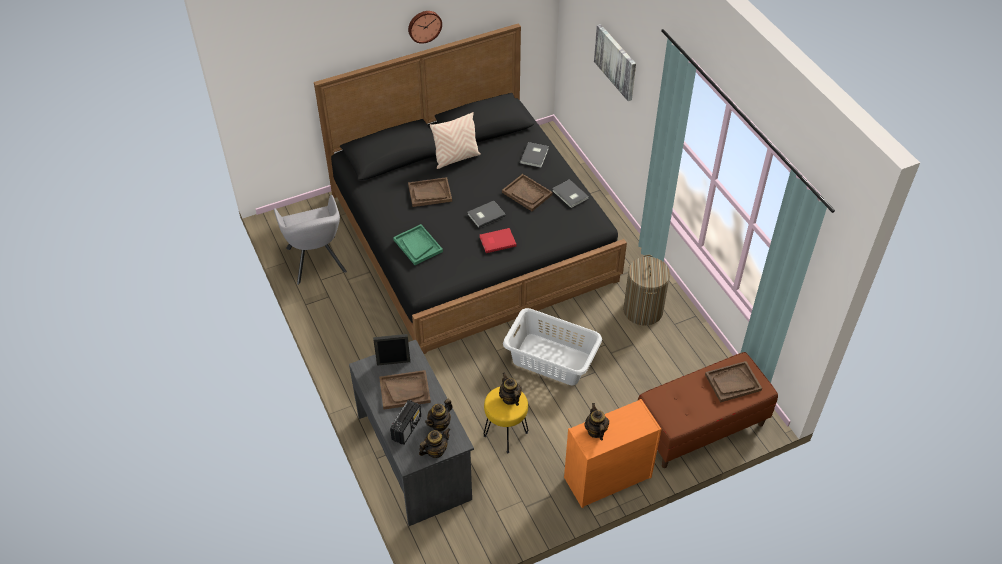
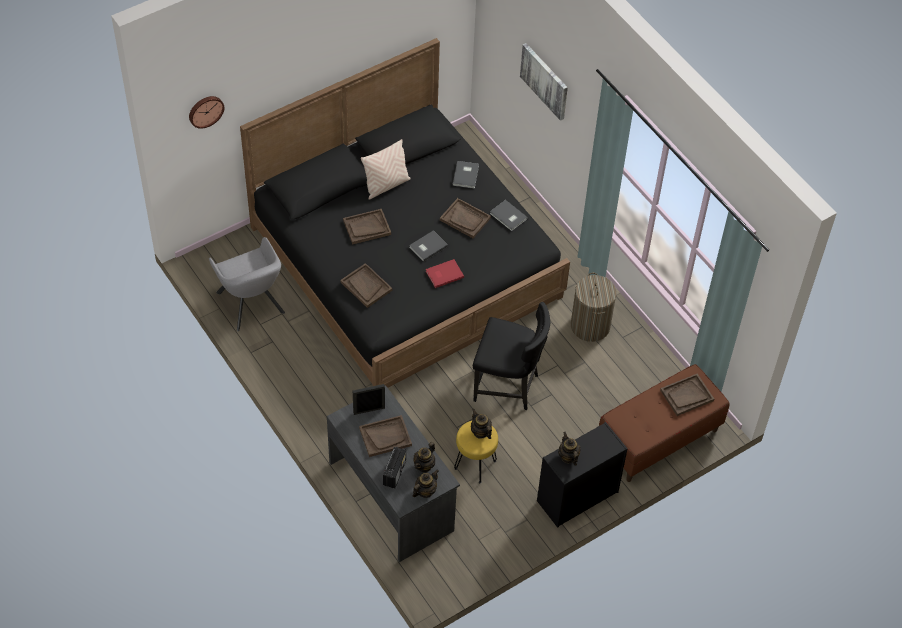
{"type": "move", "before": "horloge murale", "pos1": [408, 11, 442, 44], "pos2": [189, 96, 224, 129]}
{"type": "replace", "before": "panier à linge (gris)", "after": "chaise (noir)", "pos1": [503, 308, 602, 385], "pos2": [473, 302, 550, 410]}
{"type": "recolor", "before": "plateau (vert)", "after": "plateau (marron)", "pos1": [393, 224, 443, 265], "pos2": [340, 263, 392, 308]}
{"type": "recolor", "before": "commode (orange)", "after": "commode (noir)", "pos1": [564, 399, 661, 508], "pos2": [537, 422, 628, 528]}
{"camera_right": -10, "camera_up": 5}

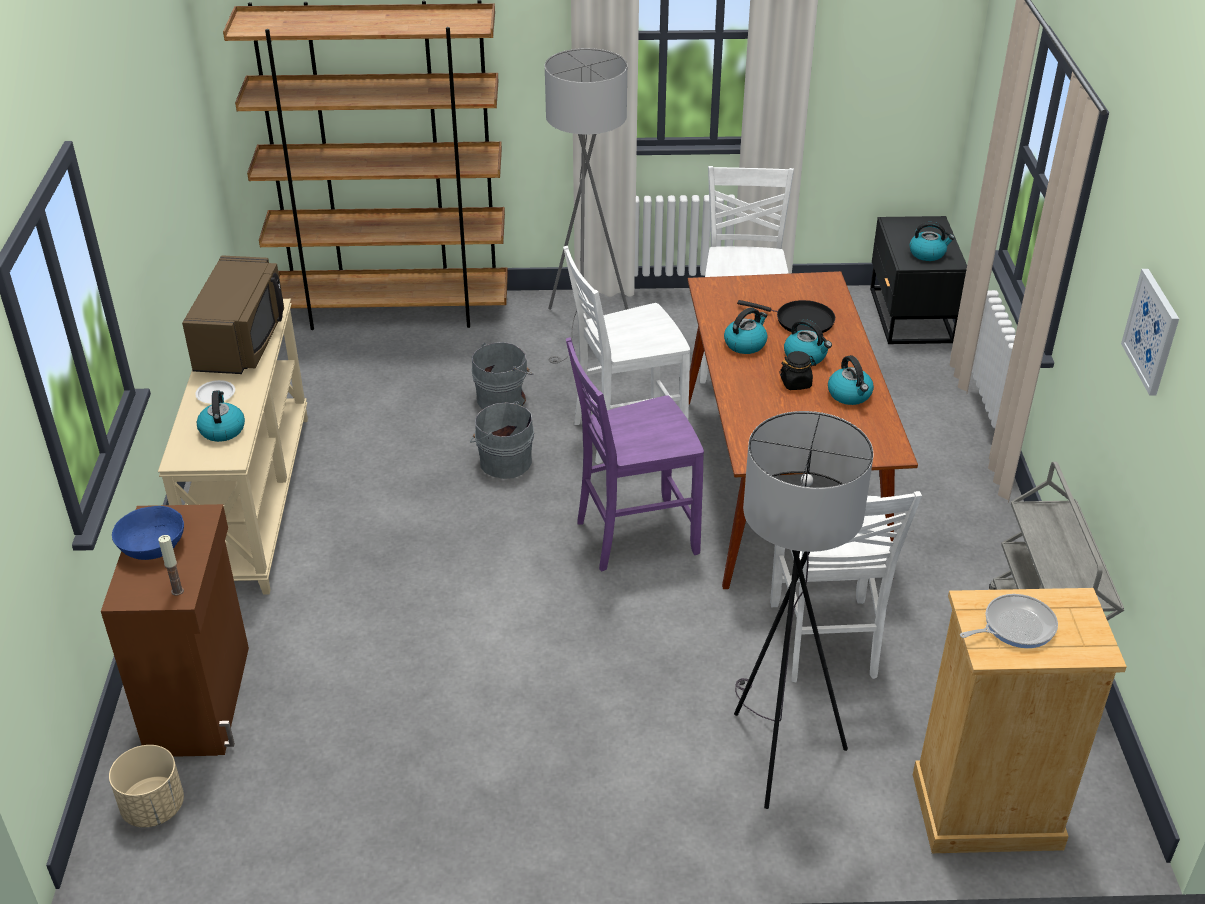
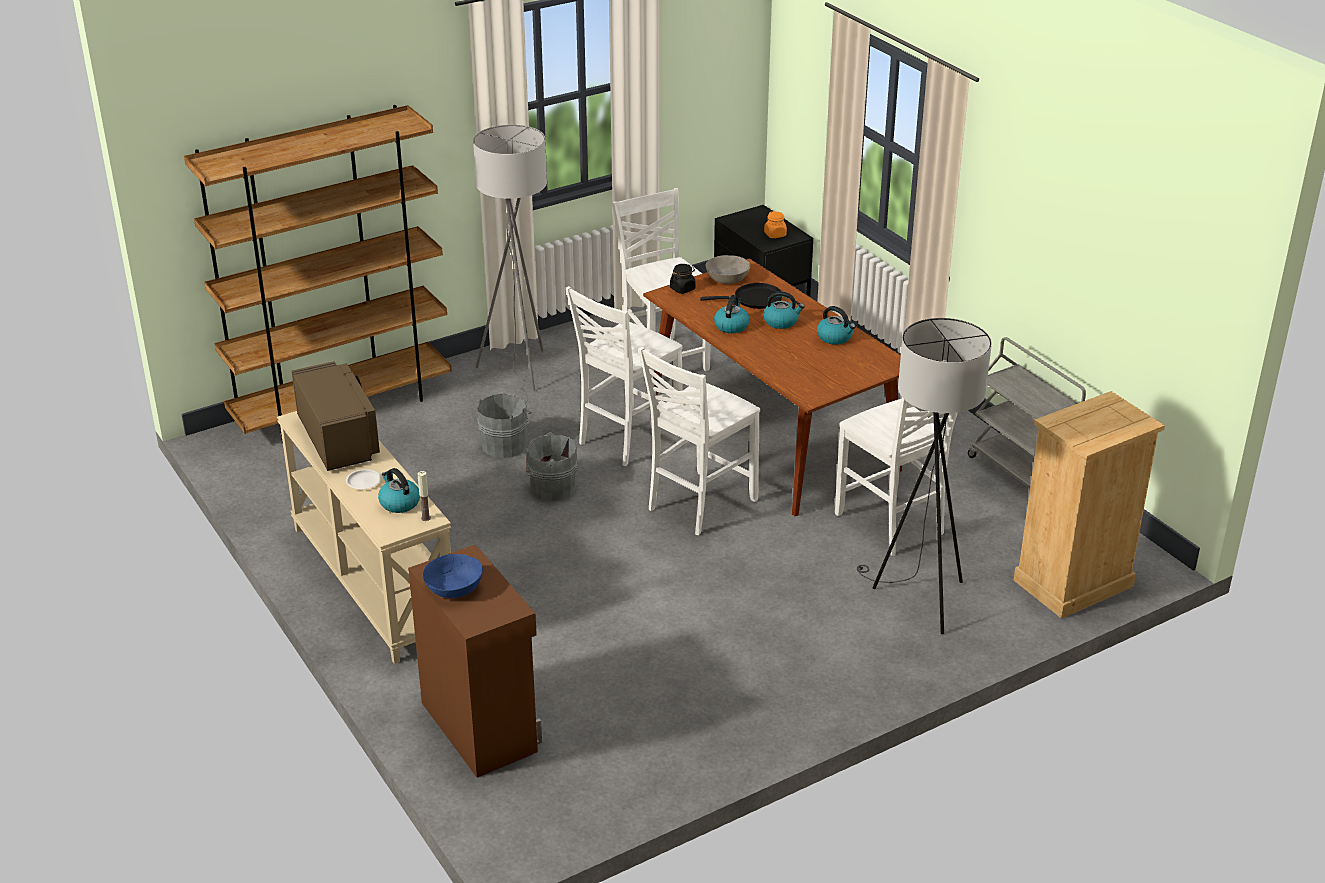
{"type": "delete", "before": "cache-pot (beige)", "pos1": [109, 745, 184, 827]}
{"type": "delete", "before": "poêle", "pos1": [960, 594, 1058, 648]}
{"type": "delete", "before": "tableau", "pos1": [1121, 269, 1179, 396]}
{"type": "insert", "after": "bol (gris)", "pos2": [706, 255, 750, 284]}
{"type": "move", "before": "bougie", "pos1": [158, 535, 184, 596], "pos2": [417, 471, 431, 521]}
{"type": "move", "before": "bocal (noir)", "pos1": [779, 351, 816, 390], "pos2": [670, 264, 696, 294]}
{"type": "replace", "before": "bouilloire", "after": "bocal (orange)", "pos1": [909, 222, 955, 261], "pos2": [764, 211, 787, 238]}
{"type": "recolor", "before": "chaise (violet)", "after": "chaise (blanc)", "pos1": [566, 337, 704, 571], "pos2": [639, 347, 760, 535]}
{"camera_right": -30, "camera_up": -5}

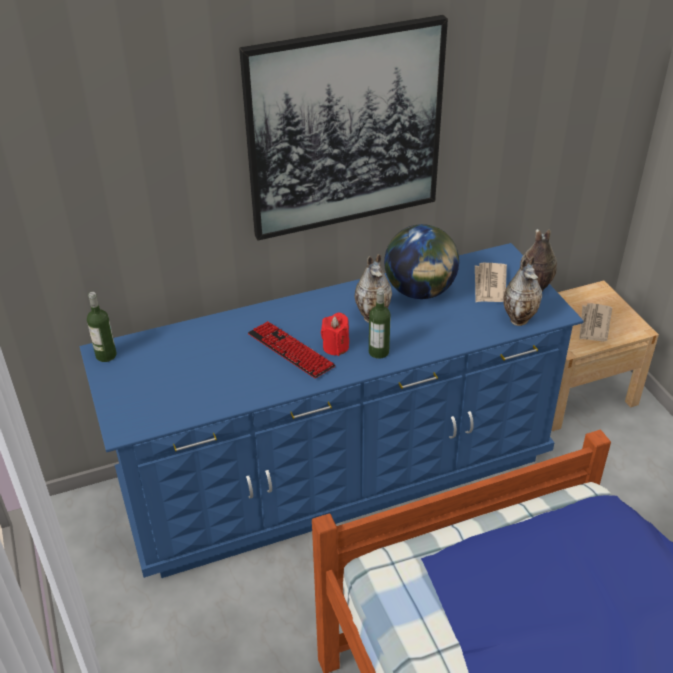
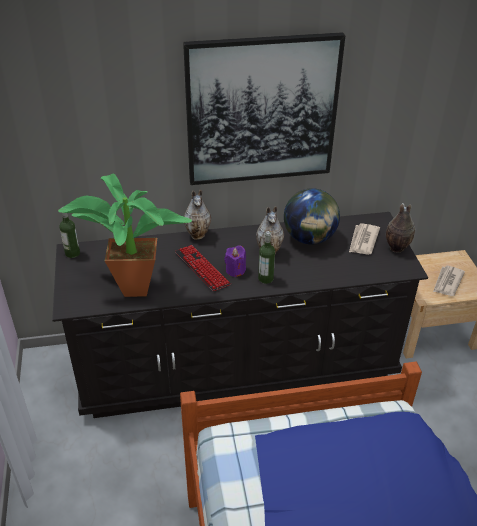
{"type": "insert", "after": "plante en pot", "pos2": [58, 174, 192, 297]}
{"type": "move", "before": "vase", "pos1": [503, 256, 542, 326], "pos2": [184, 190, 211, 240]}
{"type": "recolor", "before": "commode (bleu)", "after": "commode (noir)", "pos1": [79, 243, 584, 578], "pos2": [52, 212, 428, 418]}
{"type": "recolor", "before": "bougie (rouge)", "after": "bougie (violet)", "pos1": [321, 313, 349, 356], "pos2": [224, 245, 246, 277]}
{"camera_right": 10, "camera_up": 0}

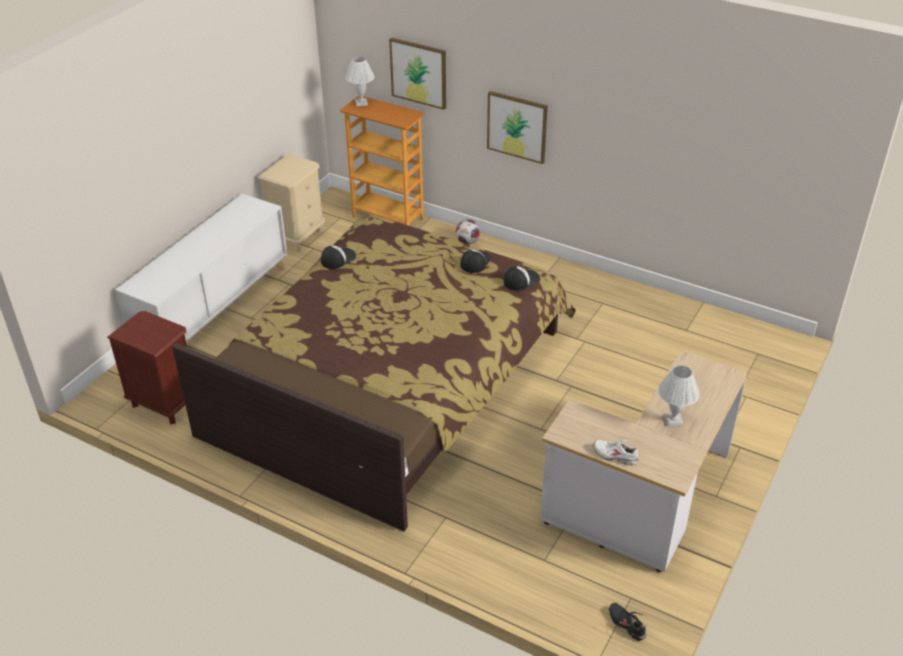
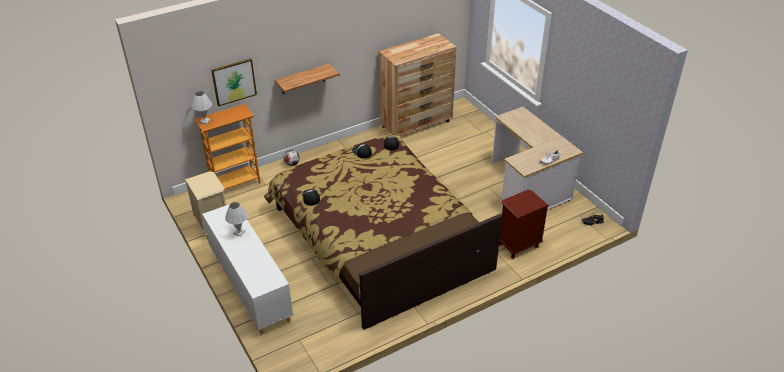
{"type": "insert", "after": "commode (marron)", "pos2": [379, 33, 457, 136]}
{"type": "move", "before": "table de chevet (marron)", "pos1": [107, 311, 187, 424], "pos2": [499, 190, 549, 258]}
{"type": "move", "before": "lampe de table (blanc)", "pos1": [658, 366, 700, 427], "pos2": [225, 202, 248, 237]}
{"type": "replace", "before": "tableau", "after": "étagère", "pos1": [487, 91, 548, 164], "pos2": [275, 64, 340, 94]}
{"camera_right": -60, "camera_up": 0}

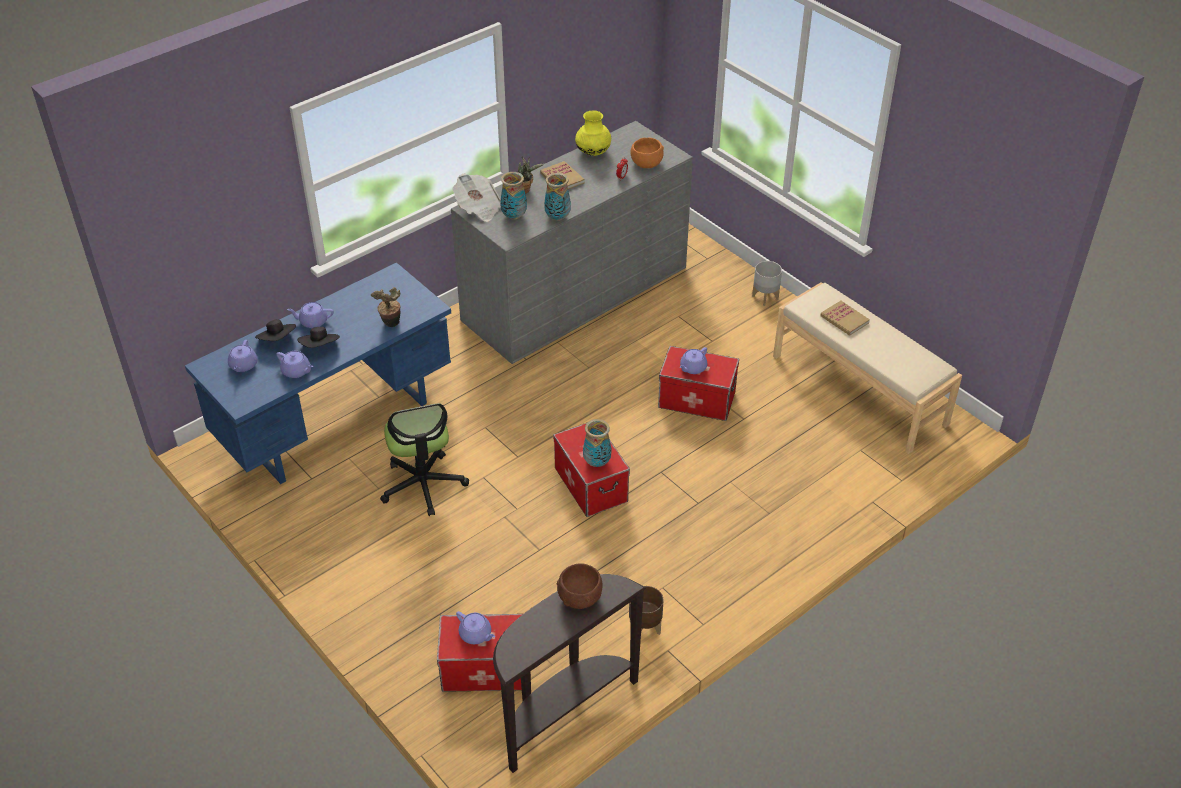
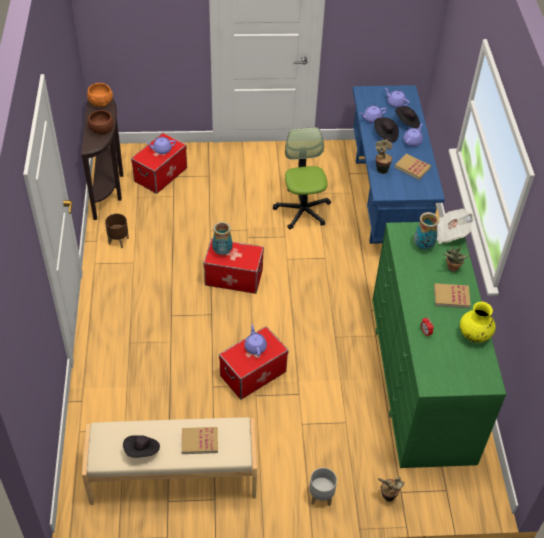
{"type": "delete", "before": "vase", "pos1": [544, 173, 571, 221]}
{"type": "insert", "after": "chapeau (noir)", "pos2": [123, 435, 160, 458]}
{"type": "insert", "after": "plante en pot", "pos2": [378, 476, 404, 502]}
{"type": "insert", "after": "livre", "pos2": [394, 153, 431, 180]}
{"type": "move", "before": "bol (orange)", "pos1": [631, 138, 664, 168], "pos2": [87, 83, 113, 107]}
{"type": "recolor", "before": "commode (gris)", "after": "commode (vert)", "pos1": [451, 121, 693, 364], "pos2": [372, 222, 506, 468]}
{"type": "rotate", "before": "chaise de bureau", "pos1": [380, 403, 469, 516], "pos2": [273, 127, 331, 229], "turn": 60}
{"camera_right": 125, "camera_up": 5}

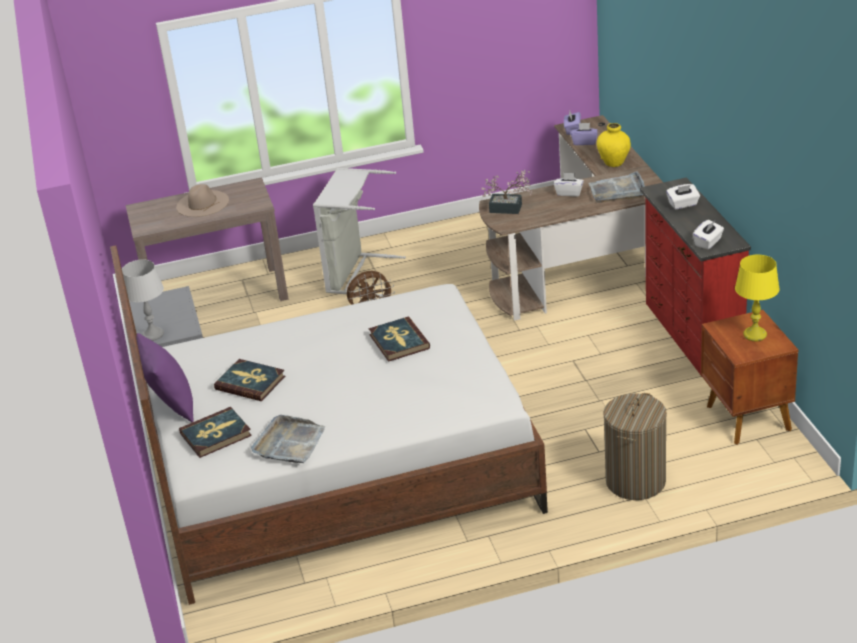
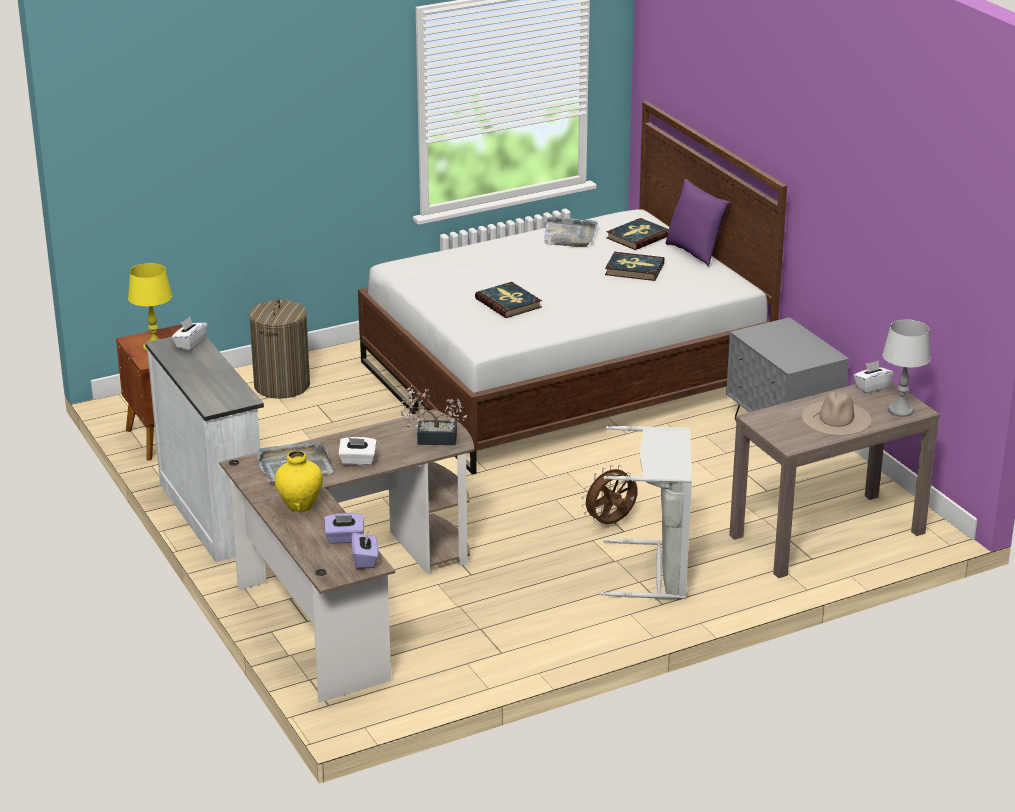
{"type": "move", "before": "lampe de table (gris)", "pos1": [122, 259, 164, 341], "pos2": [882, 320, 931, 417]}
{"type": "move", "before": "boîte à mouchoirs (blanc)", "pos1": [666, 184, 700, 209], "pos2": [854, 361, 894, 393]}
{"type": "recolor", "before": "commode (rouge)", "after": "commode (blanc)", "pos1": [640, 178, 751, 377], "pos2": [145, 337, 264, 562]}
{"camera_right": 165, "camera_up": -5}

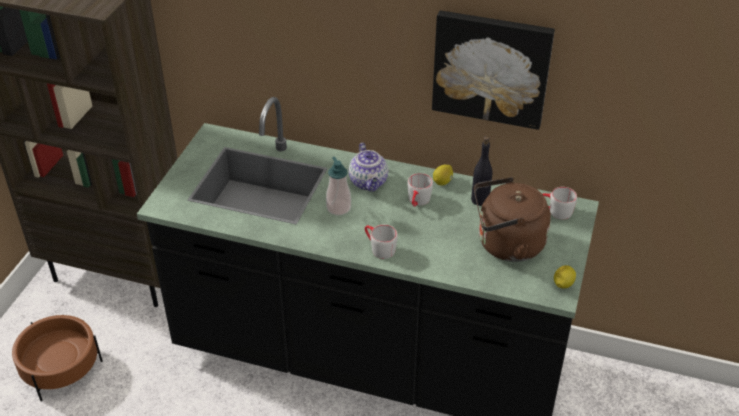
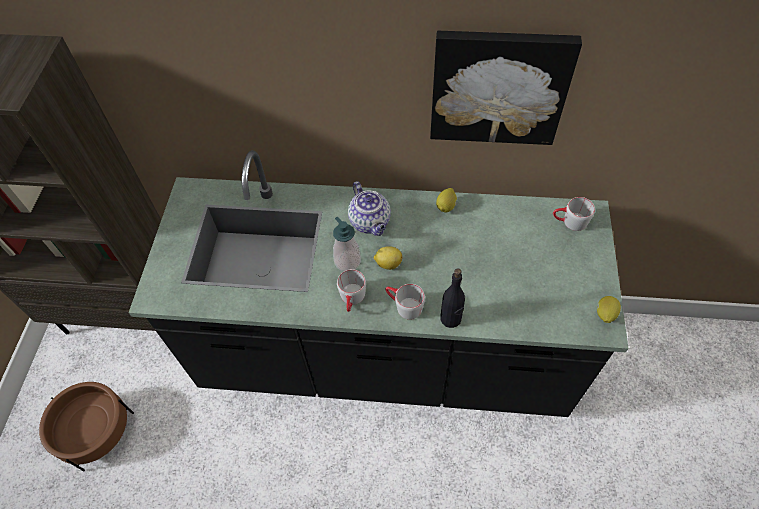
{"type": "delete", "before": "bouilloire (marron)", "pos1": [474, 177, 551, 262]}
{"type": "insert", "after": "citron", "pos2": [374, 246, 402, 270]}
{"type": "move", "before": "mug (gris)", "pos1": [407, 173, 433, 207], "pos2": [337, 269, 366, 312]}
{"type": "move", "before": "bouteille (noir)", "pos1": [471, 136, 493, 206], "pos2": [440, 268, 465, 328]}
{"camera_right": -10, "camera_up": 15}

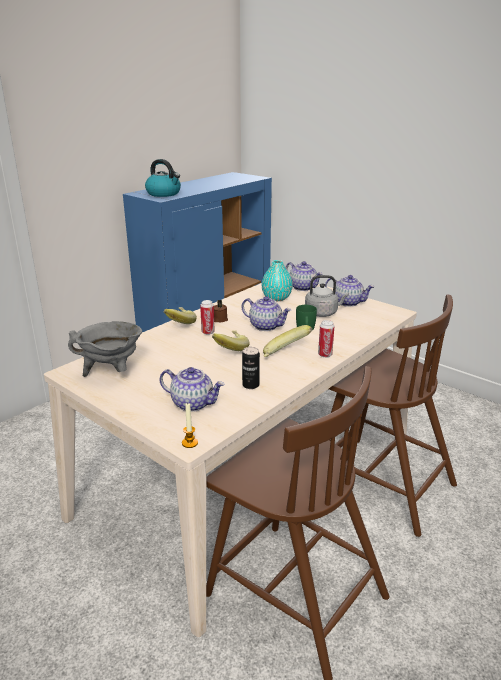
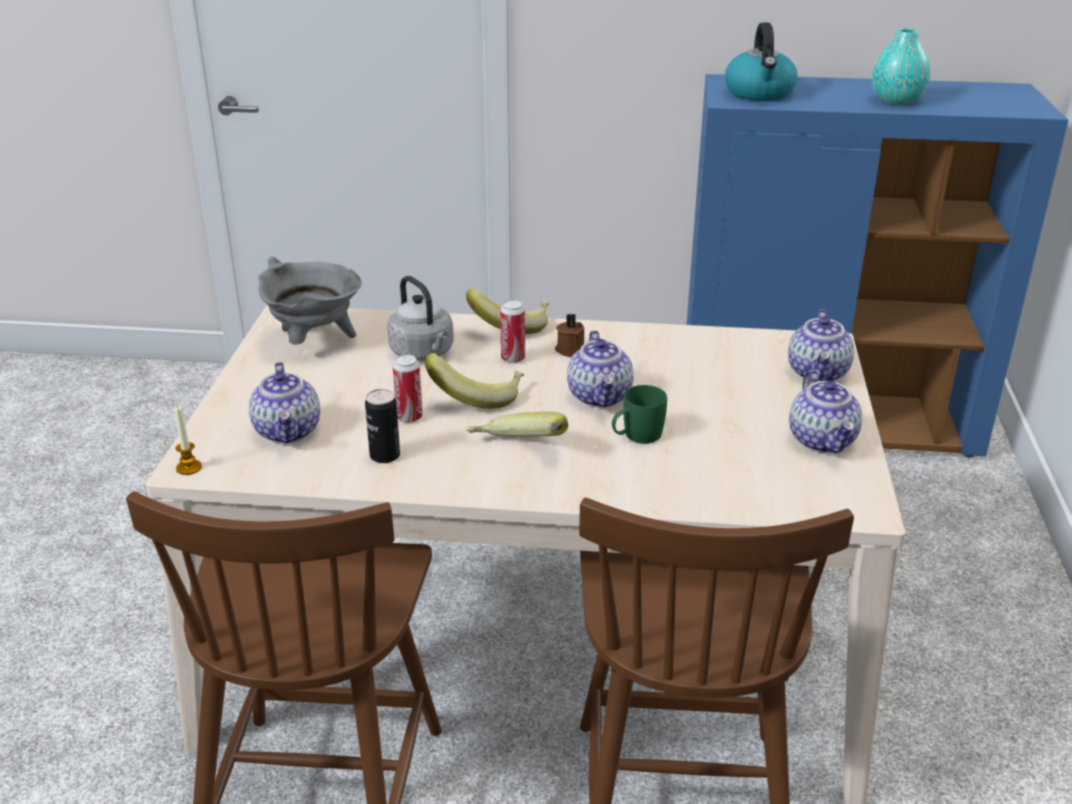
{"type": "move", "before": "vase (turquoise)", "pos1": [262, 260, 293, 301], "pos2": [872, 28, 930, 105]}
{"type": "move", "before": "bouilloire (gris)", "pos1": [305, 275, 349, 317], "pos2": [387, 276, 454, 361]}
{"type": "move", "before": "boîte métallique", "pos1": [318, 320, 334, 358], "pos2": [393, 354, 423, 423]}
{"camera_right": 55, "camera_up": 5}

